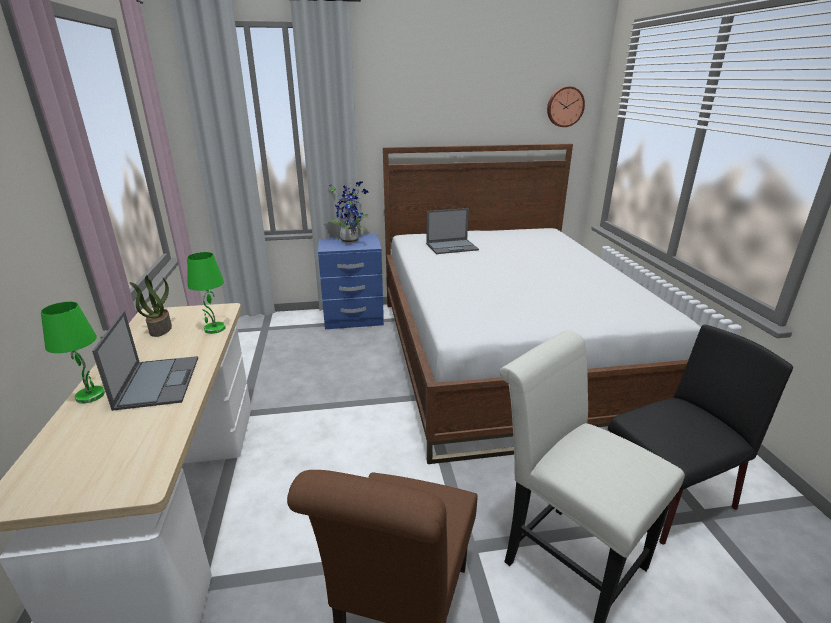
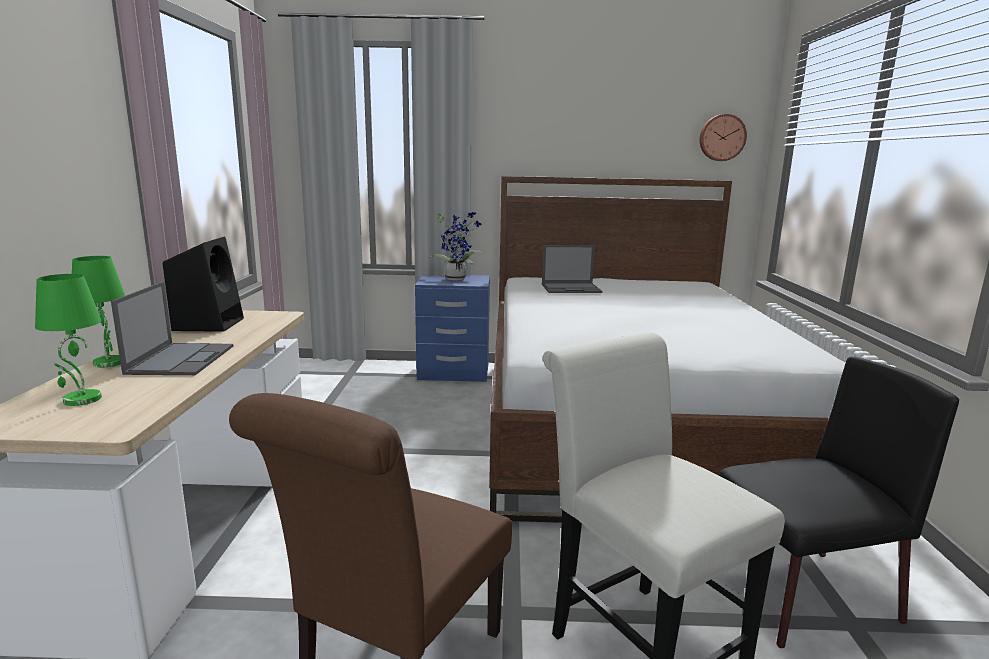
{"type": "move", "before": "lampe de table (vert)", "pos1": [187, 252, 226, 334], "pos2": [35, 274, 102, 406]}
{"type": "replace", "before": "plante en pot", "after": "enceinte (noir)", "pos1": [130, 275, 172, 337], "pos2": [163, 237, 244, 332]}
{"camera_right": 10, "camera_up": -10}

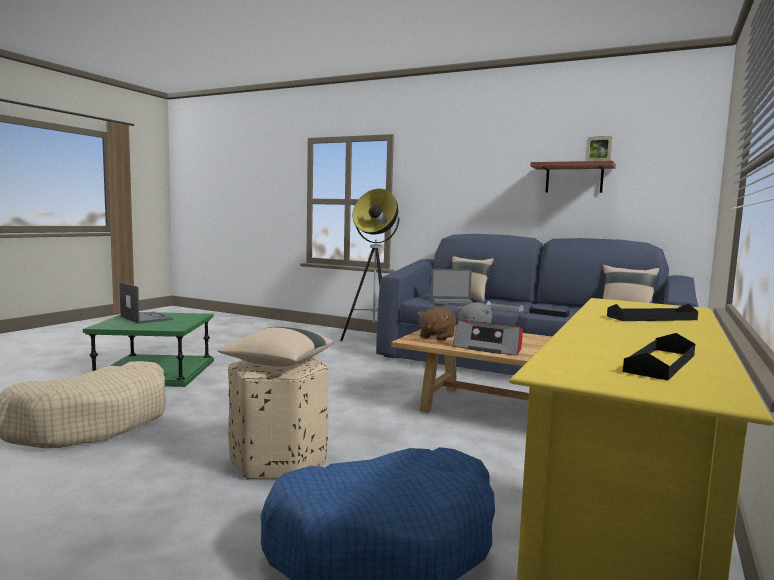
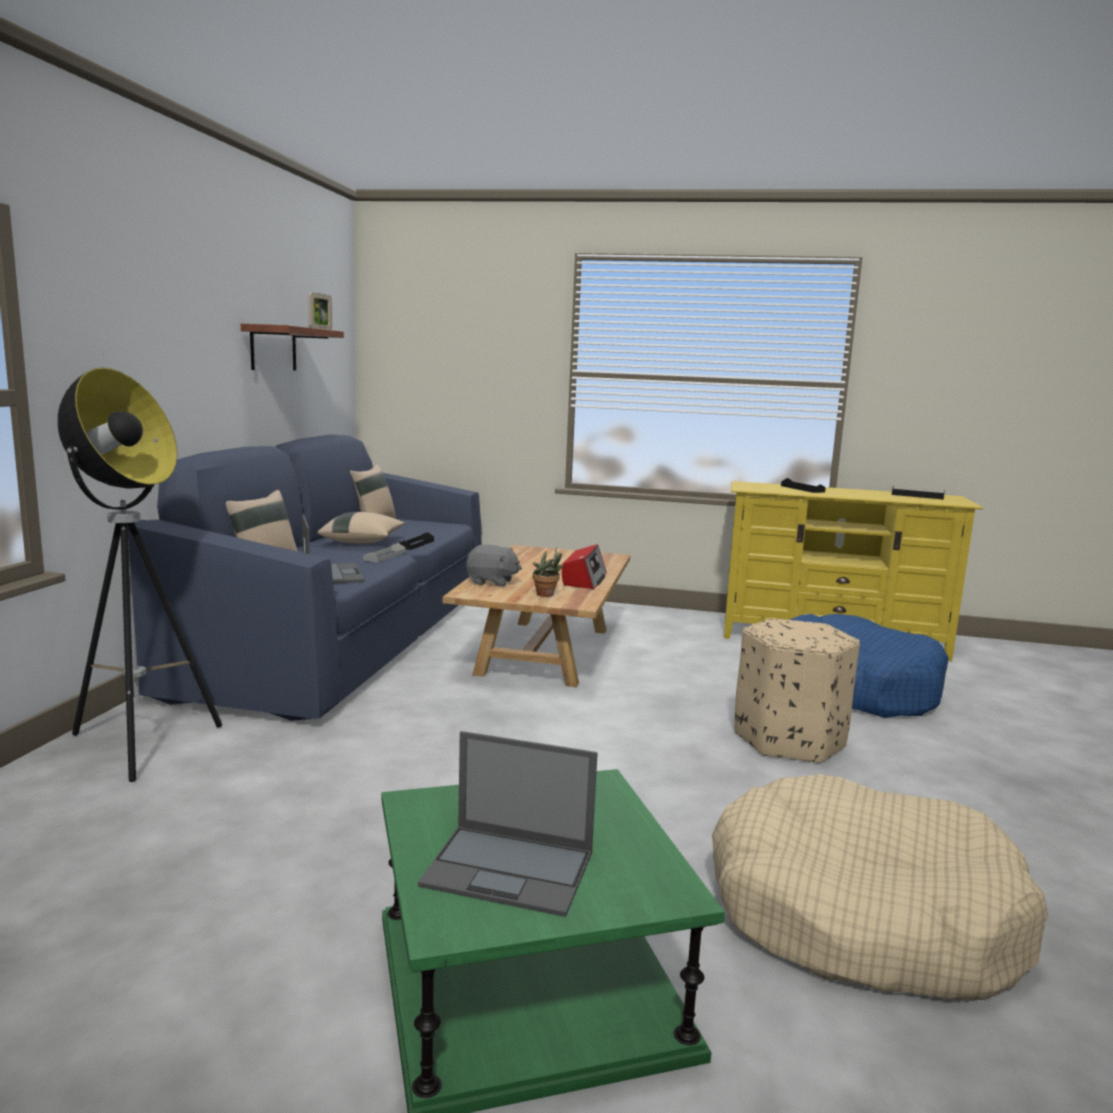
{"type": "move", "before": "coussin (beige)", "pos1": [218, 327, 333, 367], "pos2": [318, 512, 405, 543]}
{"type": "replace", "before": "peluche (marron)", "after": "plante en pot", "pos1": [418, 307, 456, 341], "pos2": [533, 547, 564, 597]}
{"type": "rotate", "before": "ordinateur portable", "pos1": [119, 282, 173, 324], "pos2": [418, 731, 598, 917], "turn": -105}
{"camera_right": -105, "camera_up": 5}

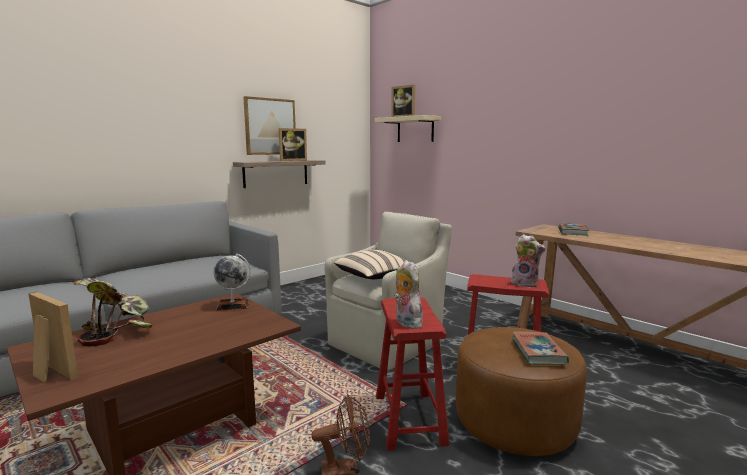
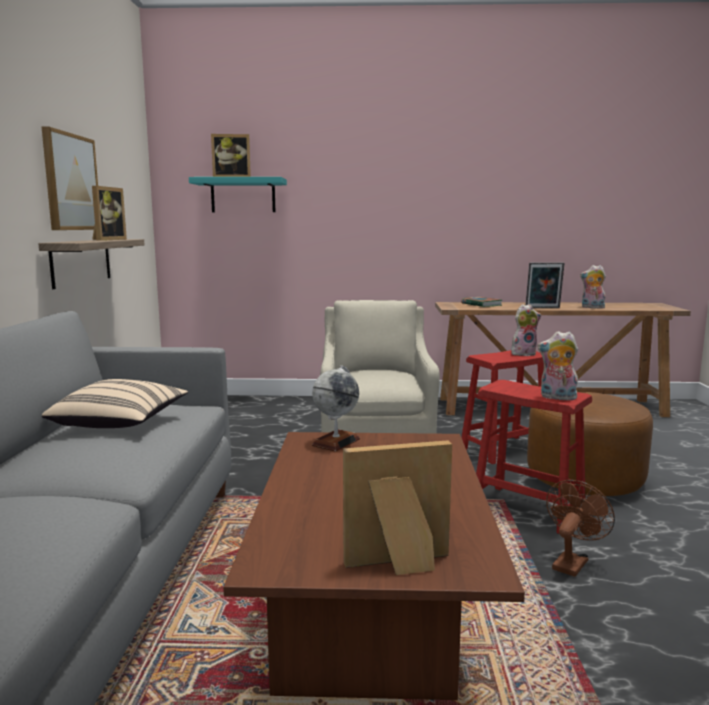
{"type": "delete", "before": "plante en pot", "pos1": [74, 277, 152, 346]}
{"type": "delete", "before": "livre", "pos1": [512, 332, 569, 365]}
{"type": "insert", "after": "cadre photo", "pos2": [525, 262, 565, 308]}
{"type": "insert", "after": "peluche", "pos2": [580, 265, 606, 309]}
{"type": "move", "before": "coussin (beige)", "pos1": [334, 250, 409, 279], "pos2": [42, 379, 188, 428]}
{"type": "recolor", "before": "étagère (beige)", "after": "étagère (turquoise)", "pos1": [375, 115, 441, 142], "pos2": [189, 177, 287, 212]}
{"camera_right": -45, "camera_up": 0}

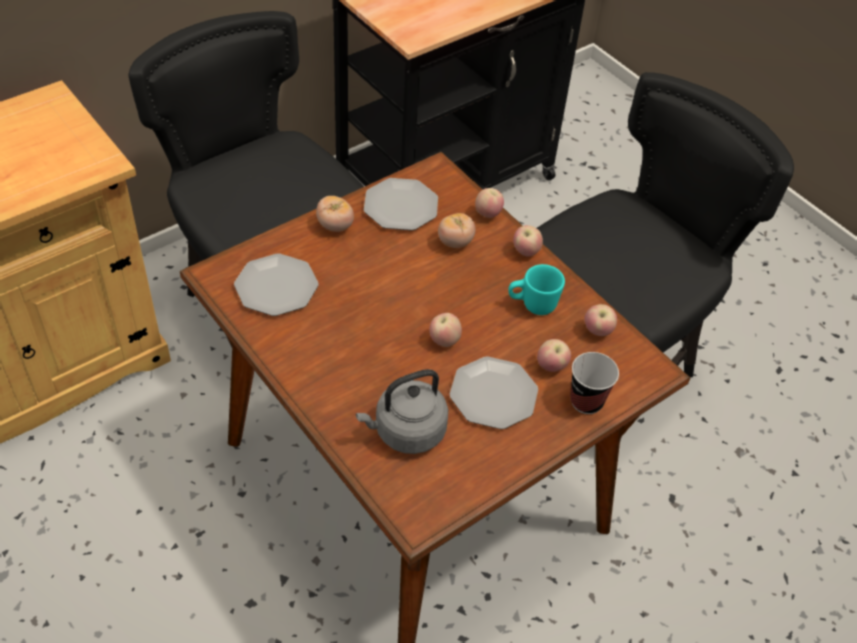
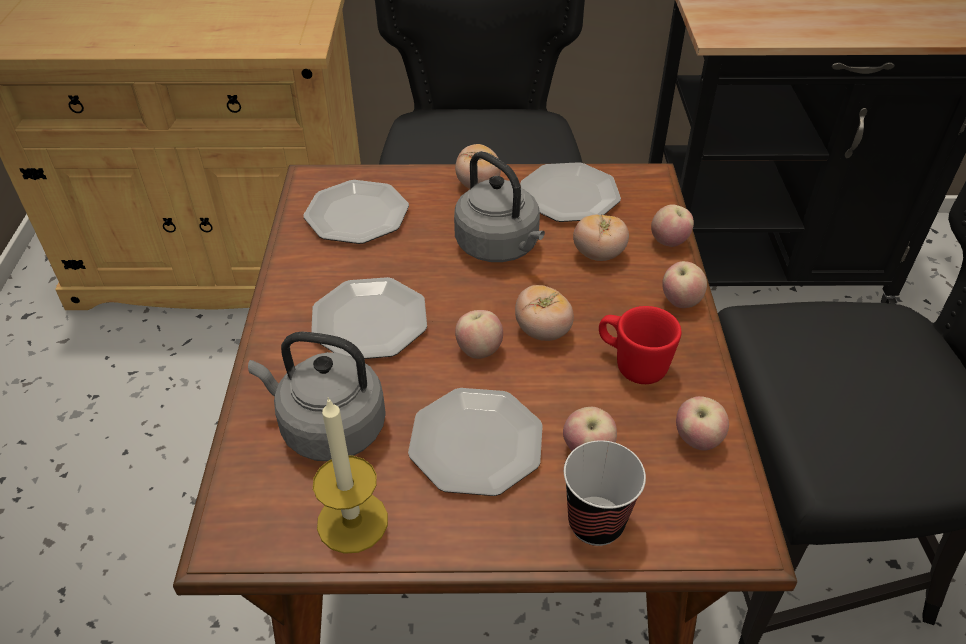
{"type": "insert", "after": "assiette", "pos2": [311, 277, 427, 359]}
{"type": "insert", "after": "bougie", "pos2": [313, 397, 388, 554]}
{"type": "insert", "after": "bouilloire (gris)", "pos2": [454, 151, 545, 262]}
{"type": "insert", "after": "tomate", "pos2": [515, 285, 574, 341]}
{"type": "recolor", "before": "mug (turquoise)", "after": "mug (rouge)", "pos1": [508, 264, 565, 315], "pos2": [599, 306, 682, 384]}
{"camera_right": 40, "camera_up": -5}

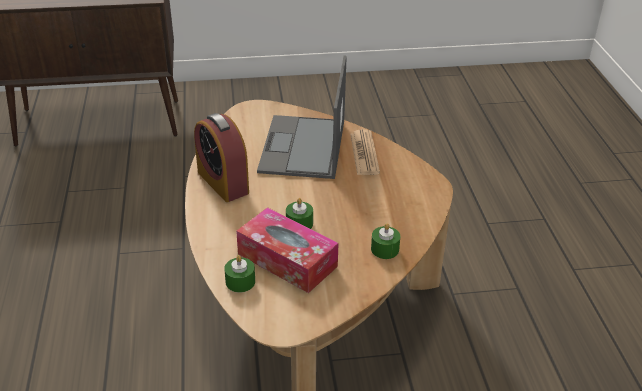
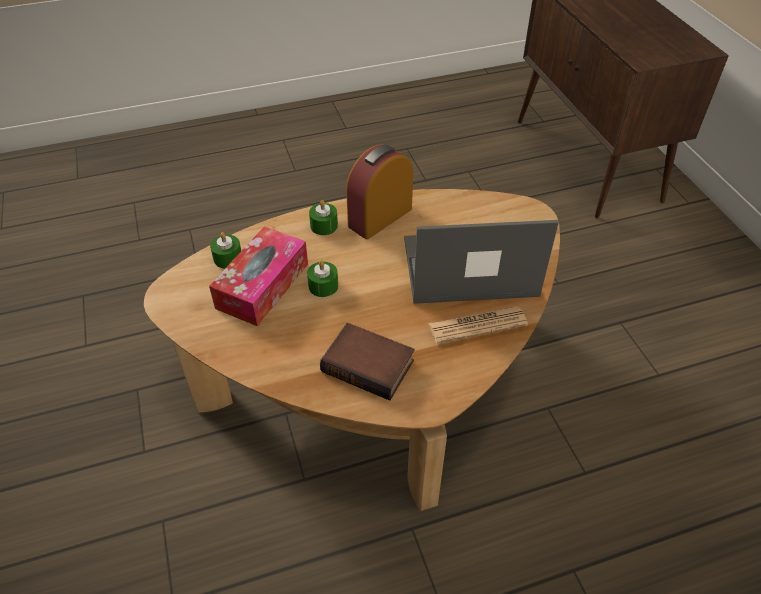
{"type": "insert", "after": "livre", "pos2": [320, 323, 415, 401]}
{"type": "move", "before": "bougie (vert)", "pos1": [371, 223, 400, 259], "pos2": [309, 200, 338, 235]}
{"camera_right": 80, "camera_up": 10}

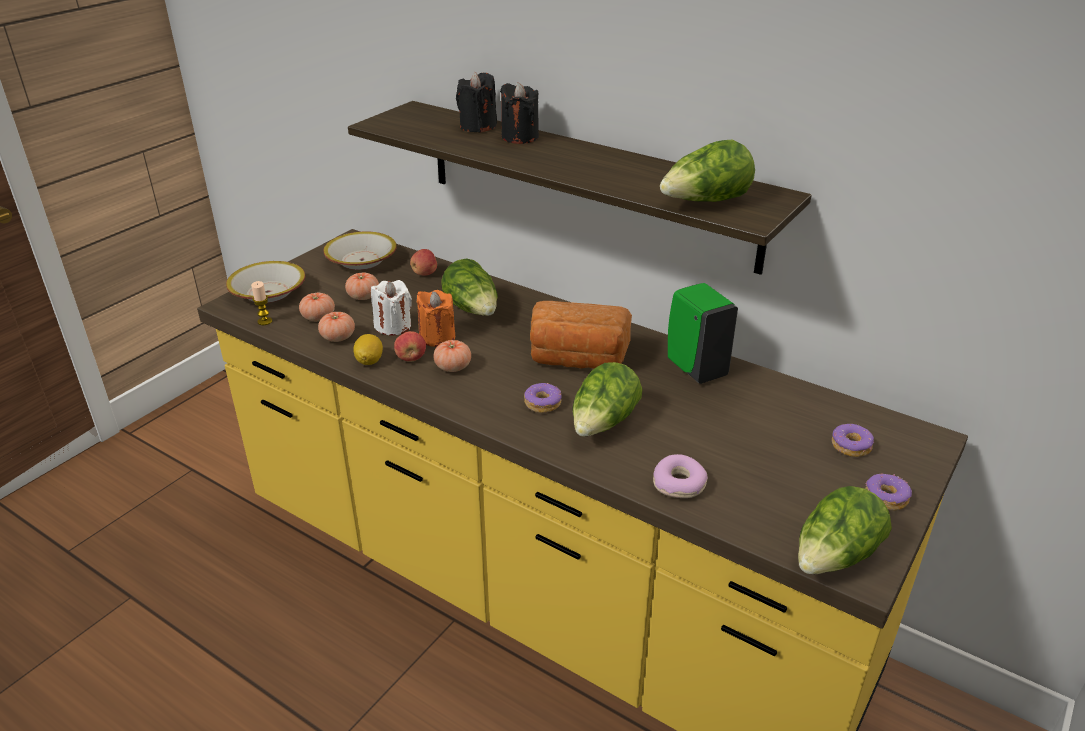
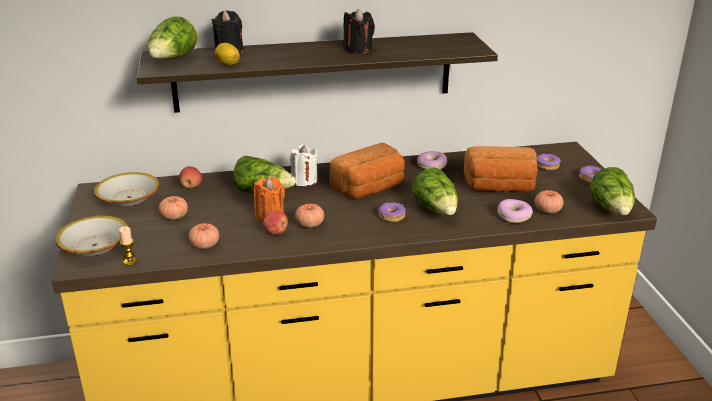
{"type": "insert", "after": "pain", "pos2": [464, 146, 538, 192]}
{"type": "move", "before": "tomate", "pos1": [299, 292, 335, 321], "pos2": [535, 190, 563, 214]}
{"type": "move", "before": "citron", "pos1": [353, 334, 383, 365], "pos2": [215, 43, 240, 66]}
{"type": "move", "before": "bougie (blanc)", "pos1": [371, 280, 412, 336], "pos2": [290, 145, 317, 186]}
{"type": "move", "before": "bougie (noir)", "pos1": [500, 82, 539, 144], "pos2": [343, 9, 375, 54]}
{"type": "move", "before": "laitue", "pos1": [660, 140, 755, 202], "pos2": [147, 16, 197, 60]}
{"type": "replace", "before": "distributeur de savon (vert)", "after": "beignet", "pos1": [668, 283, 738, 384], "pos2": [417, 151, 447, 169]}
{"camera_right": -45, "camera_up": -5}

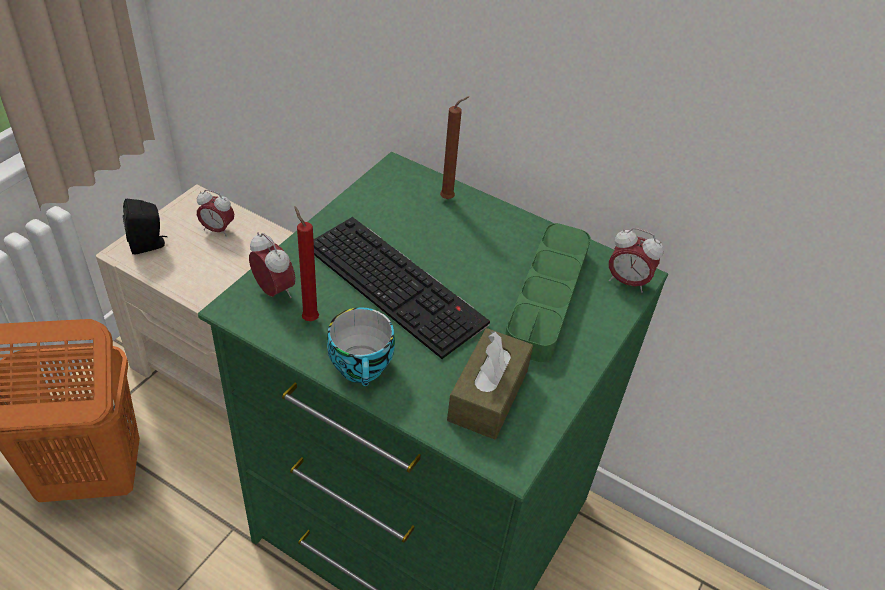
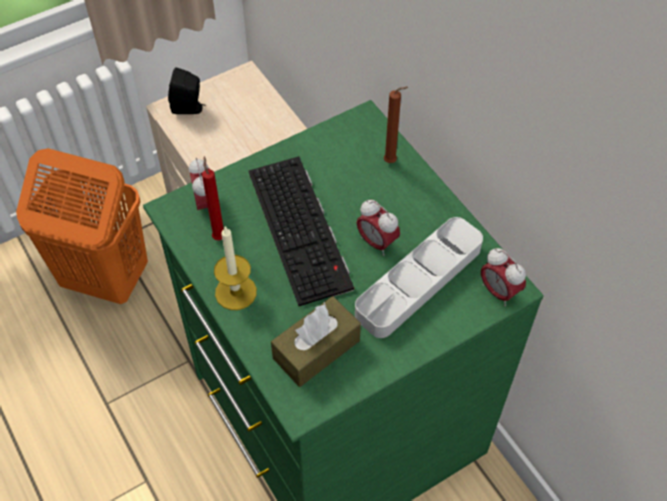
{"type": "move", "before": "réveil", "pos1": [197, 190, 234, 237], "pos2": [356, 200, 400, 256]}
{"type": "replace", "before": "tasse", "after": "bougie", "pos1": [327, 307, 395, 386], "pos2": [214, 226, 257, 310]}
{"type": "recolor", "before": "plateau (vert)", "after": "plateau (gris)", "pos1": [505, 223, 591, 362], "pos2": [355, 217, 483, 338]}
{"camera_right": 30, "camera_up": 10}

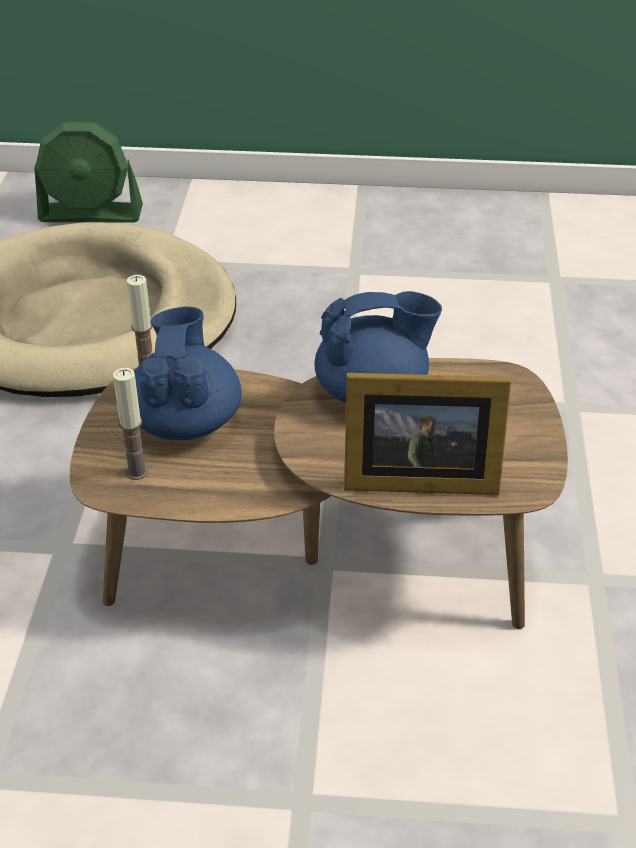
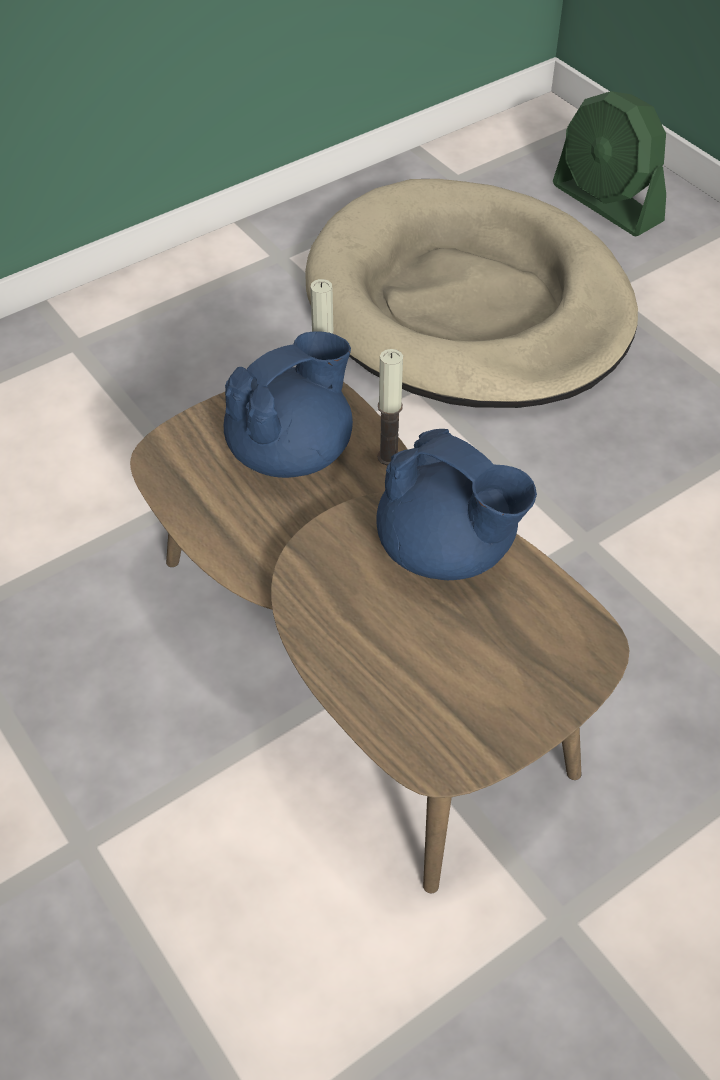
{"type": "delete", "before": "cadre photo", "pos1": [344, 373, 511, 495]}
{"type": "move", "before": "bougie", "pos1": [113, 368, 148, 480], "pos2": [377, 349, 403, 465]}
{"camera_right": 50, "camera_up": 10}

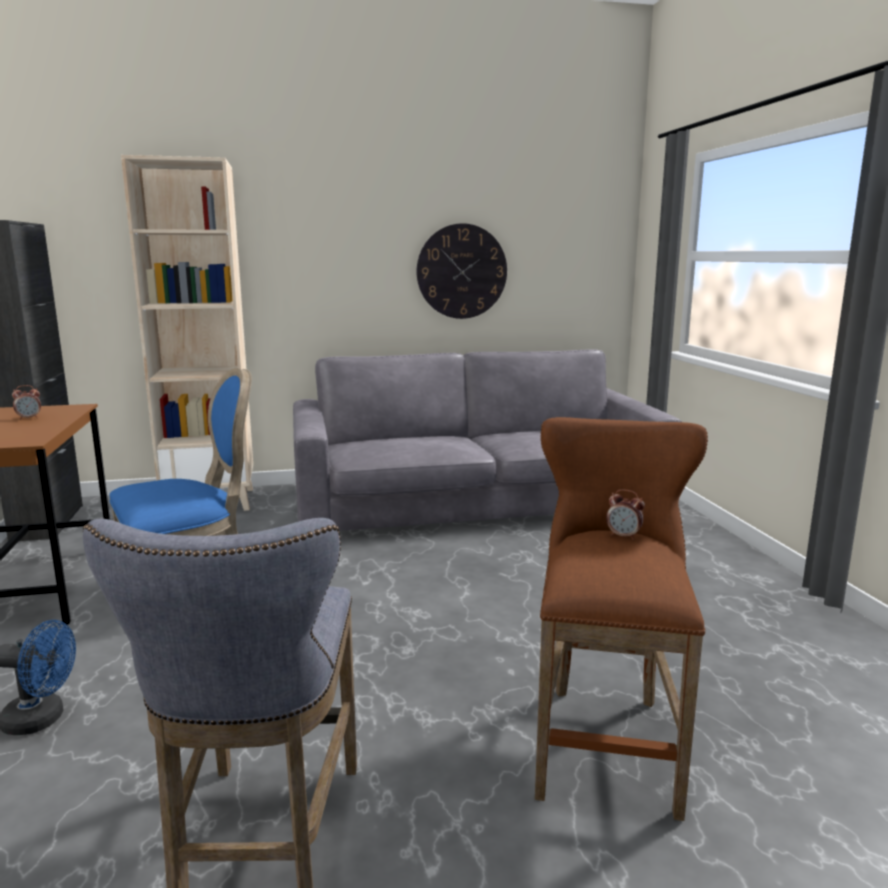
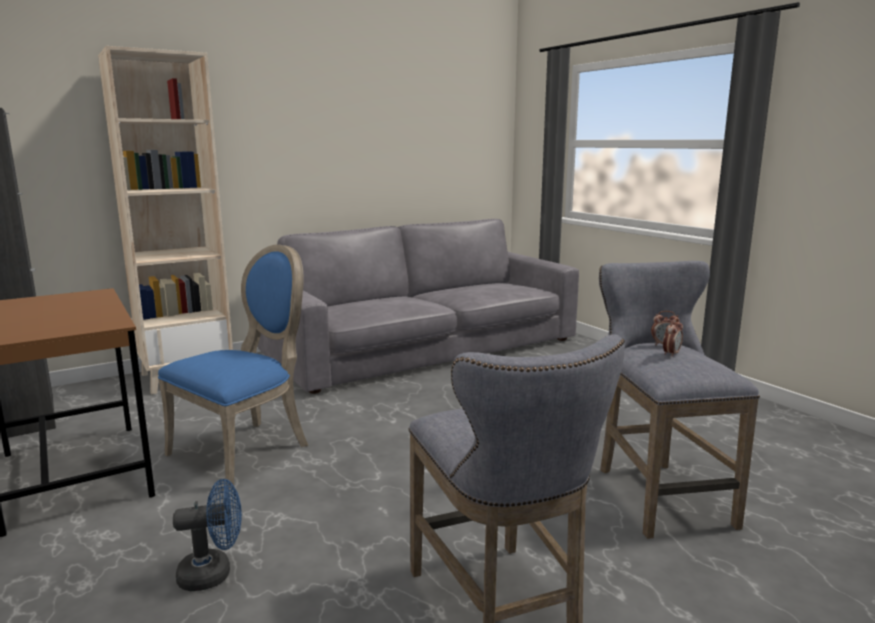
{"type": "delete", "before": "horloge murale", "pos1": [417, 223, 507, 319]}
{"type": "move", "before": "réveil", "pos1": [12, 385, 41, 420], "pos2": [663, 318, 683, 357]}
{"type": "recolor", "before": "tabouret (marron)", "after": "tabouret (gris)", "pos1": [535, 417, 708, 821], "pos2": [599, 261, 760, 539]}
{"camera_right": -20, "camera_up": 0}

